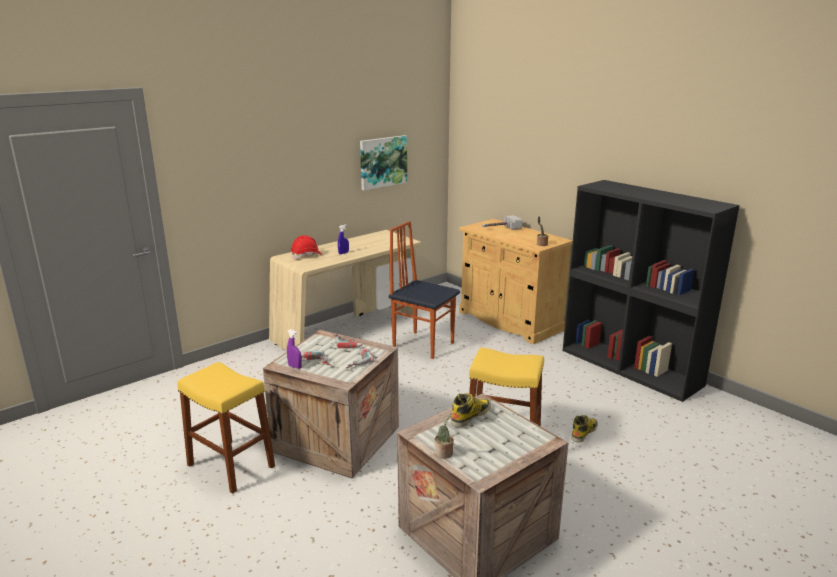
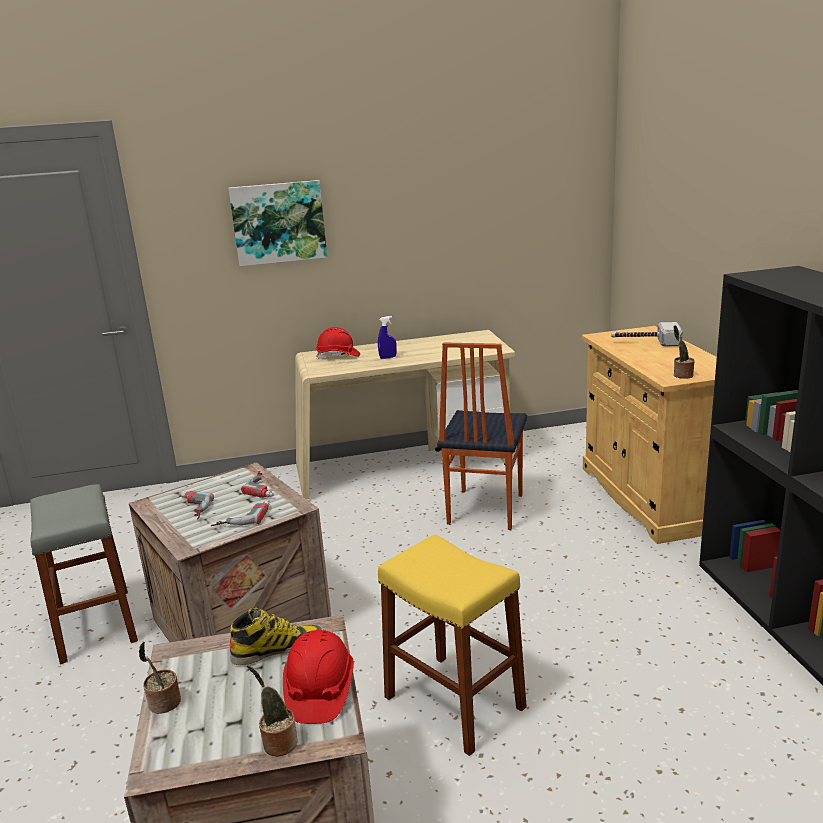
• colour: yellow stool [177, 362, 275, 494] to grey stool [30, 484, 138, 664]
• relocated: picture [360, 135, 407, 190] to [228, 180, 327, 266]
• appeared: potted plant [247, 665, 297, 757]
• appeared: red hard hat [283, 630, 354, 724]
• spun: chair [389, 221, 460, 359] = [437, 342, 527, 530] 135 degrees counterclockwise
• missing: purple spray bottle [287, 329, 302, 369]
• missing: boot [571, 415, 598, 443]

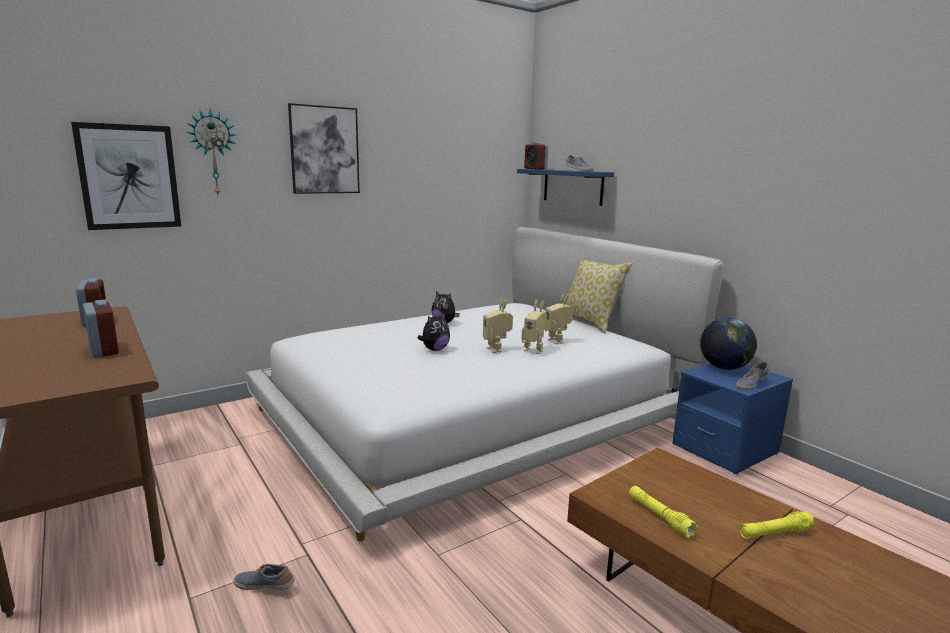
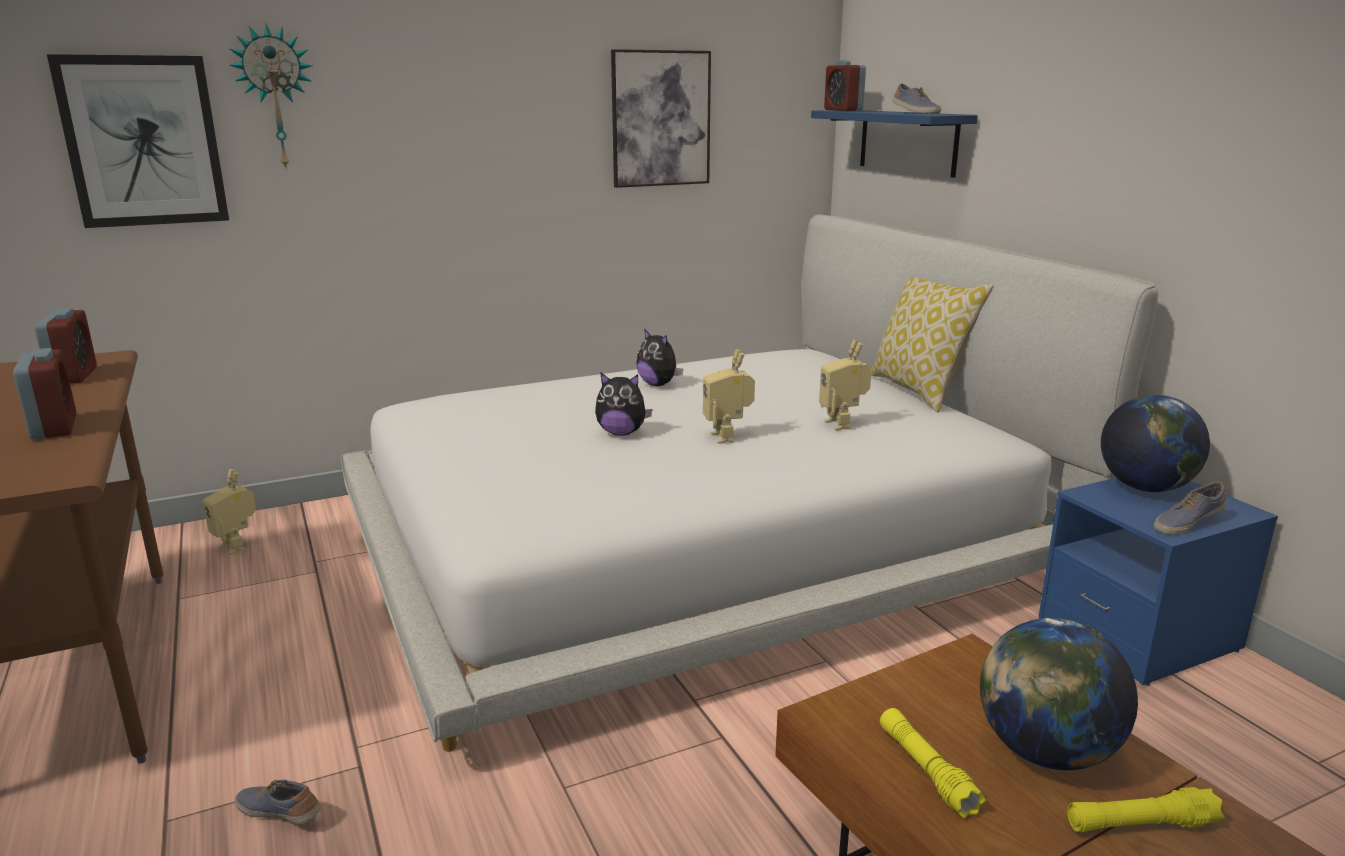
• relocated: toy robot [521, 299, 547, 354] to [203, 469, 256, 555]
• spun: plush toy [418, 313, 450, 351] = [595, 372, 653, 436] 45 degrees clockwise
• relocated: picture [288, 103, 360, 194] to [611, 49, 711, 188]
• appeared: globe [980, 618, 1138, 770]

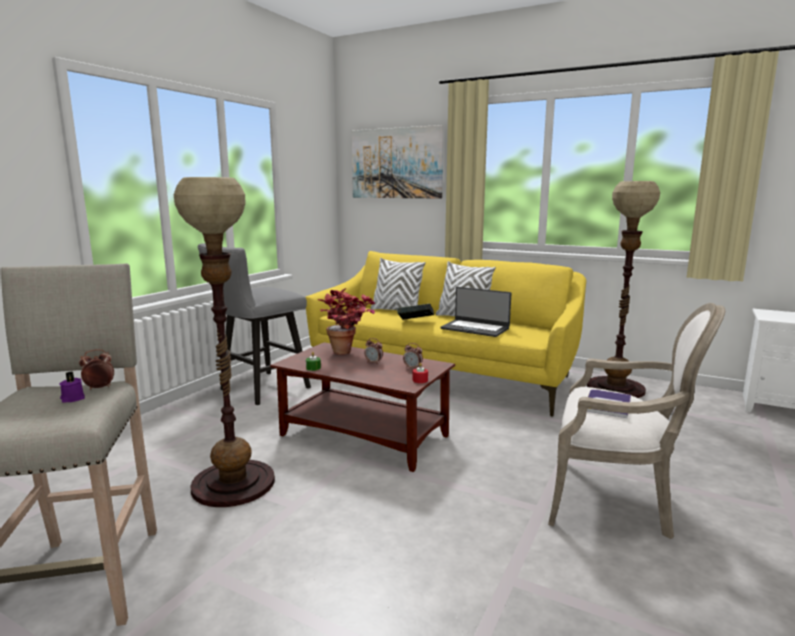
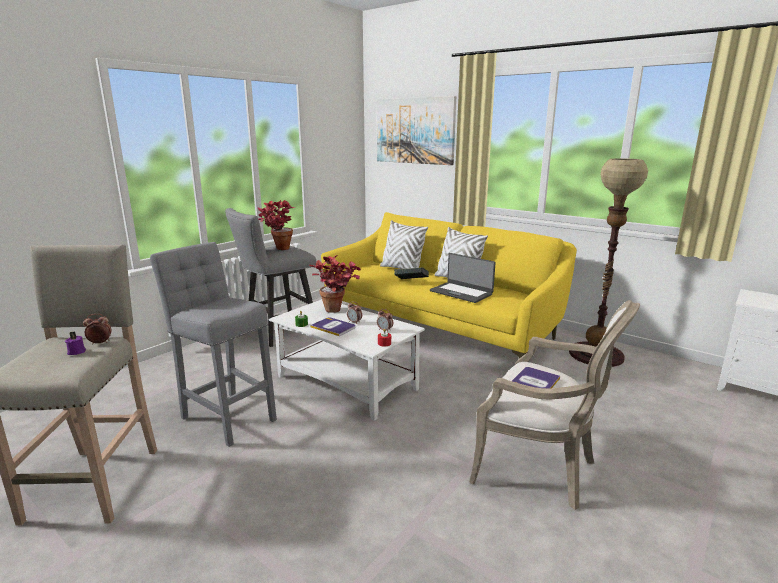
• exchanged: floor lamp [174, 177, 275, 507] to grey stool [150, 242, 277, 447]
• appeared: potted plant [258, 200, 295, 250]
• colour: brown coffee table [270, 342, 455, 472] to white coffee table [269, 299, 425, 421]
• appeared: book [310, 317, 356, 336]

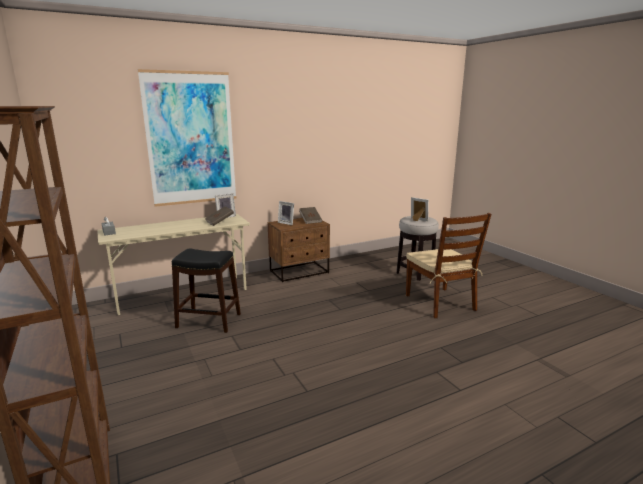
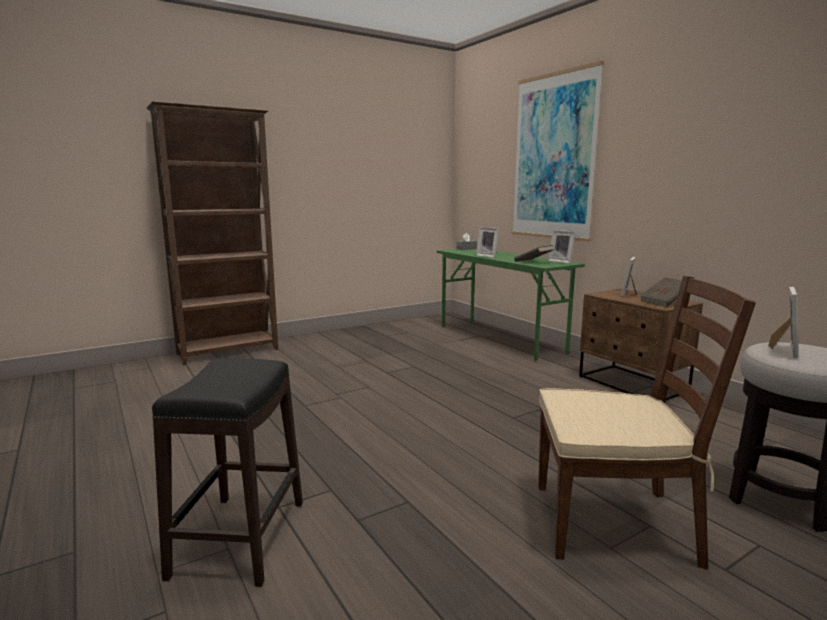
• relocated: black stool [172, 248, 241, 333] to [152, 359, 303, 587]
• colour: beige desk [97, 214, 250, 315] to green desk [437, 249, 585, 361]
• appeared: picture frame [476, 227, 499, 258]
• spun: brown chair [406, 213, 491, 318] = [538, 276, 756, 570] 150 degrees counterclockwise

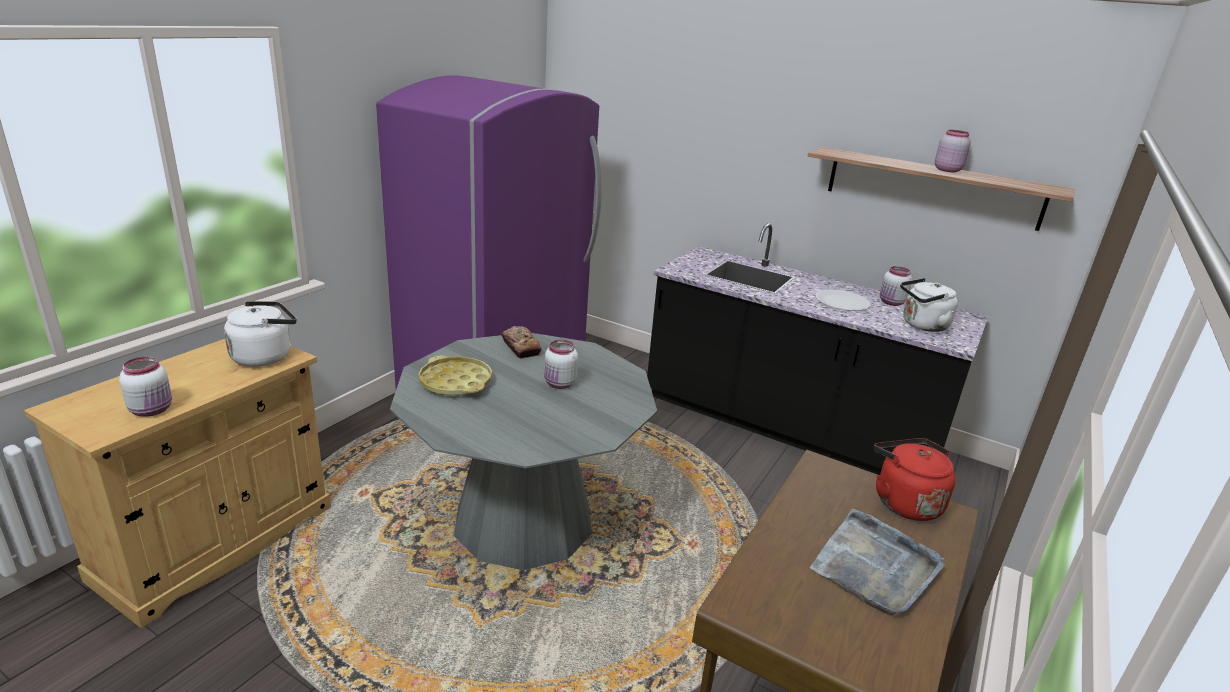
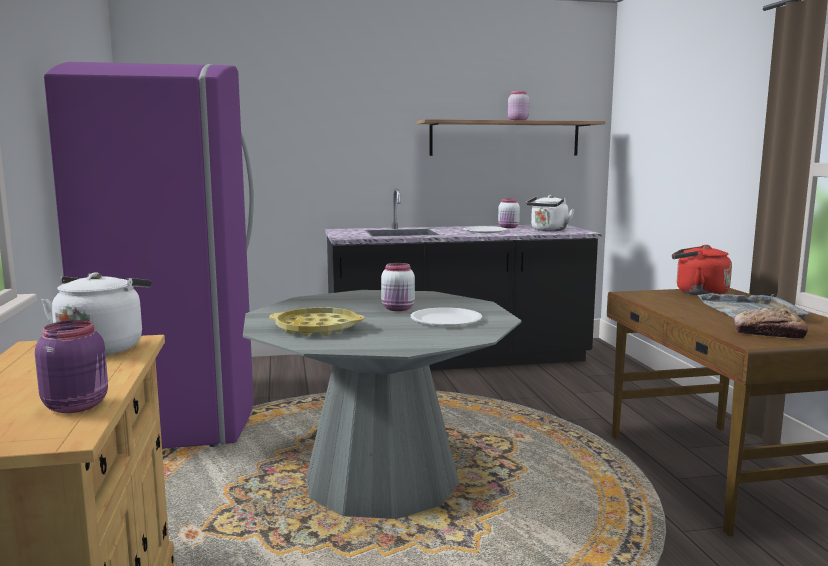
• colour: white jar [119, 357, 172, 417] to purple jar [35, 320, 108, 413]
• appeared: white plate [411, 307, 483, 326]
• relocated: bread [501, 326, 541, 359] to [734, 308, 808, 339]

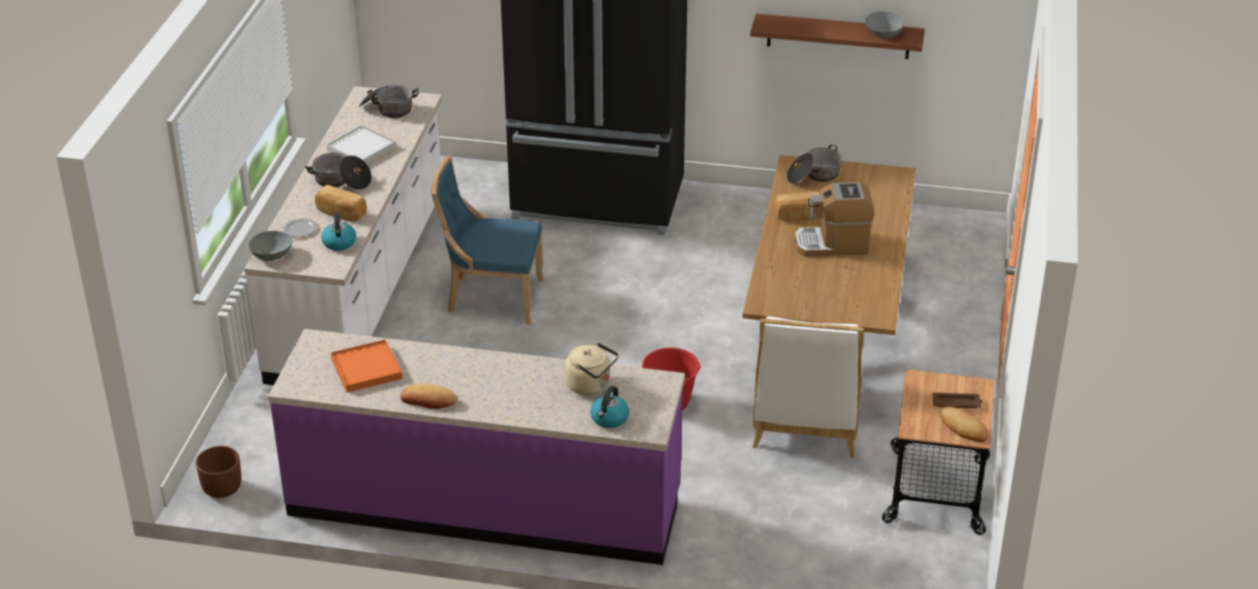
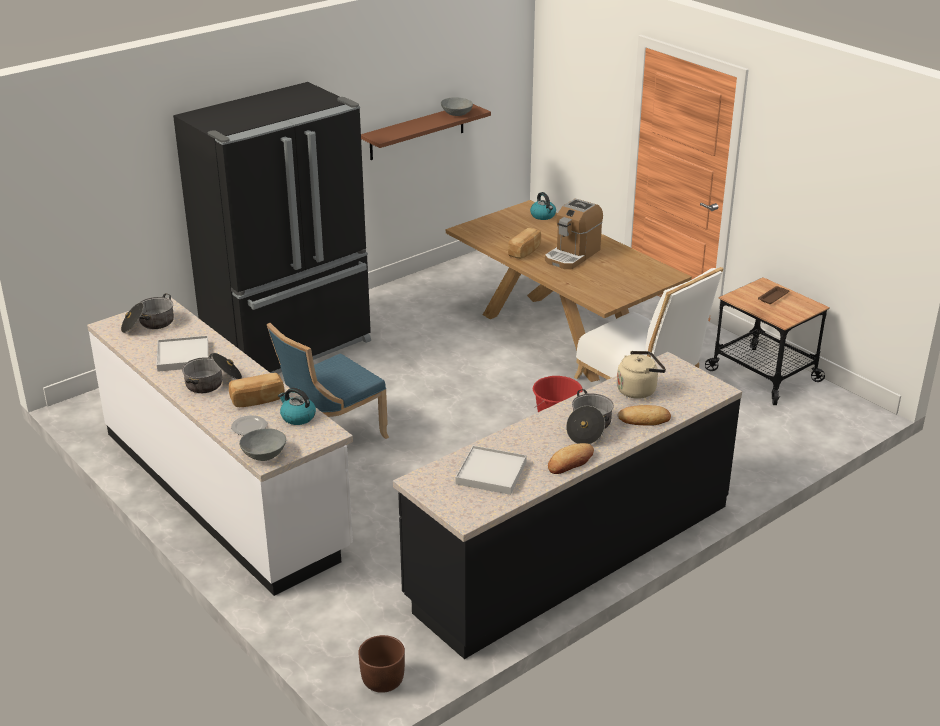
• colour: purple counter [268, 329, 685, 565] to black counter [393, 352, 742, 659]
• colour: orange tray [331, 340, 402, 392] to white tray [455, 446, 527, 495]
• relocated: kettle [590, 386, 629, 428] to [530, 192, 556, 220]
• relocated: cooking pot [787, 145, 842, 183] to [566, 389, 614, 444]
• relocated: bread [939, 407, 989, 442] to [618, 405, 671, 426]

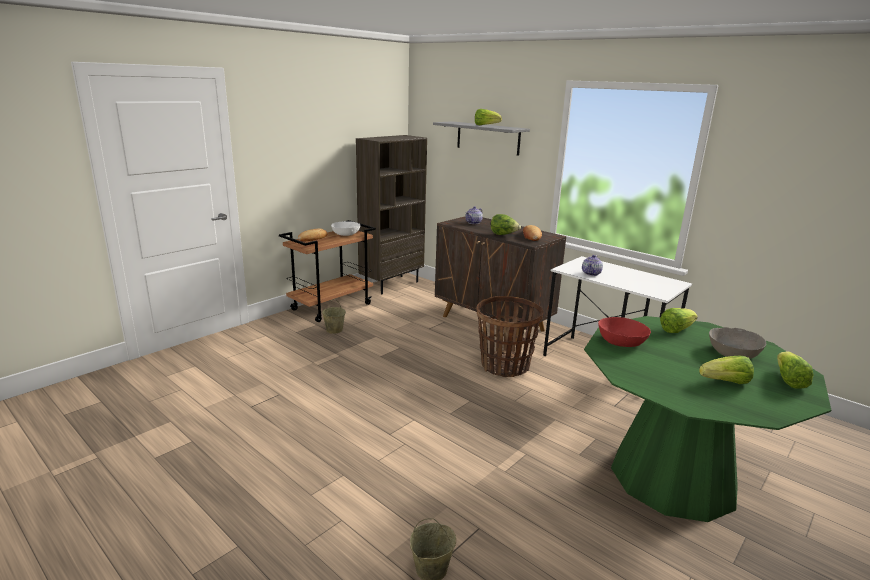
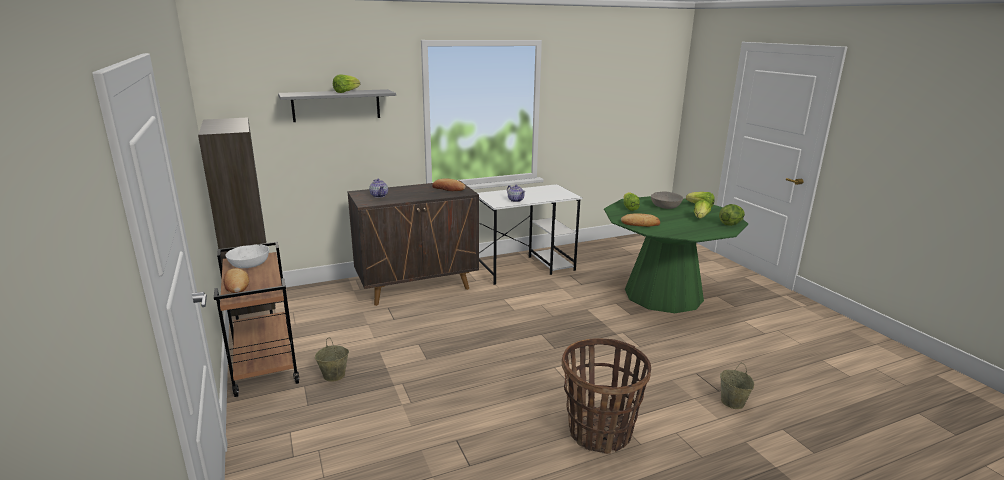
• relocated: basket [477, 296, 543, 377] to [562, 338, 651, 454]
• exchanged: red bowl [598, 317, 651, 347] to bread [621, 213, 660, 227]
• relocated: lettuce [491, 214, 521, 235] to [719, 204, 745, 226]

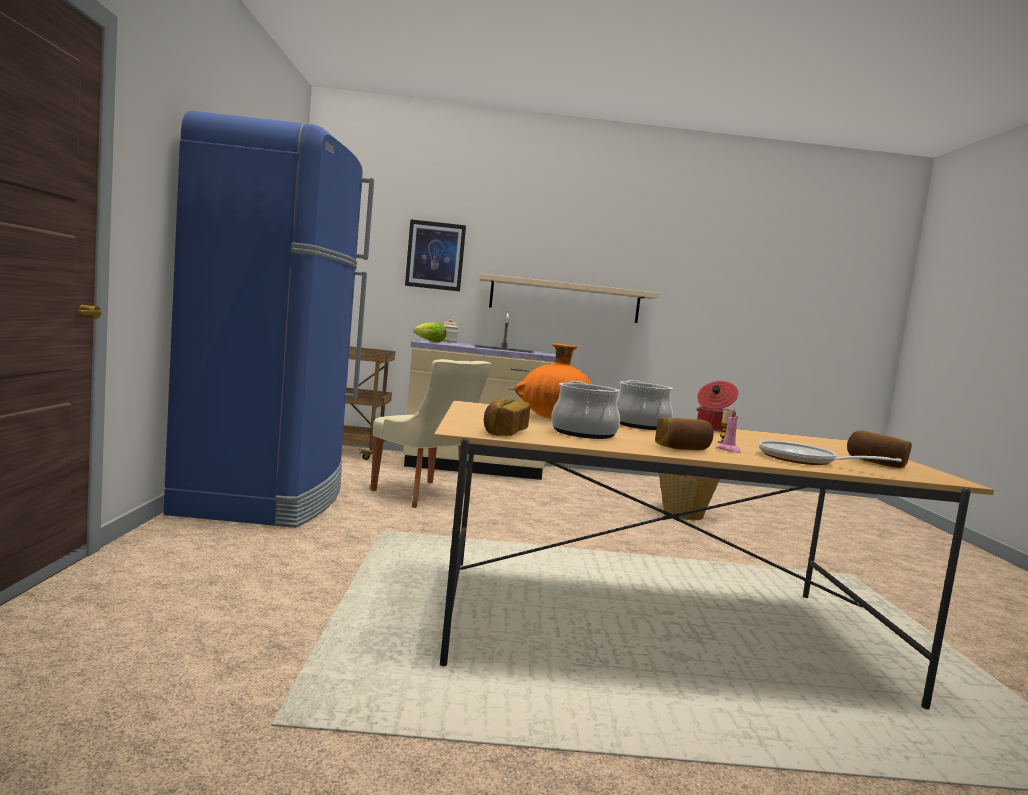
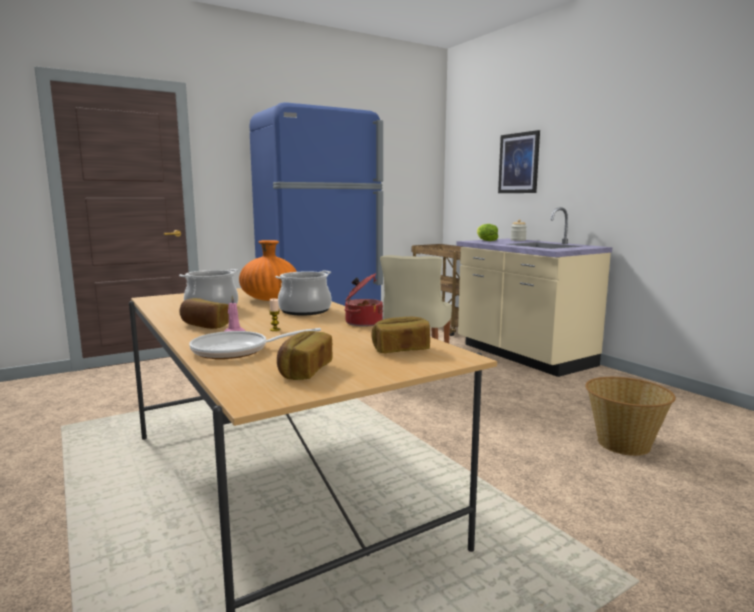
• spun: frying pan [759, 440, 902, 465] = [189, 328, 321, 359] 105 degrees counterclockwise
• relocated: bread [484, 398, 530, 436] to [372, 317, 430, 353]
• missing: beige shelf [479, 273, 658, 323]

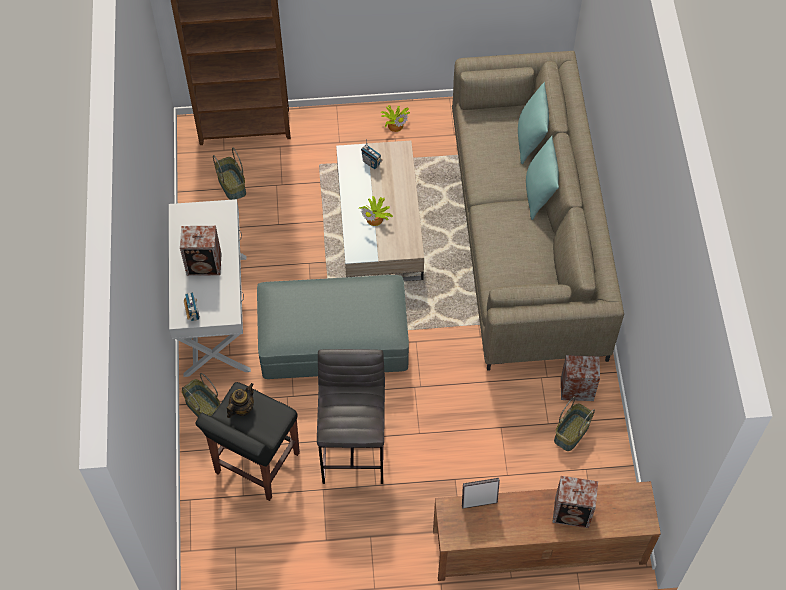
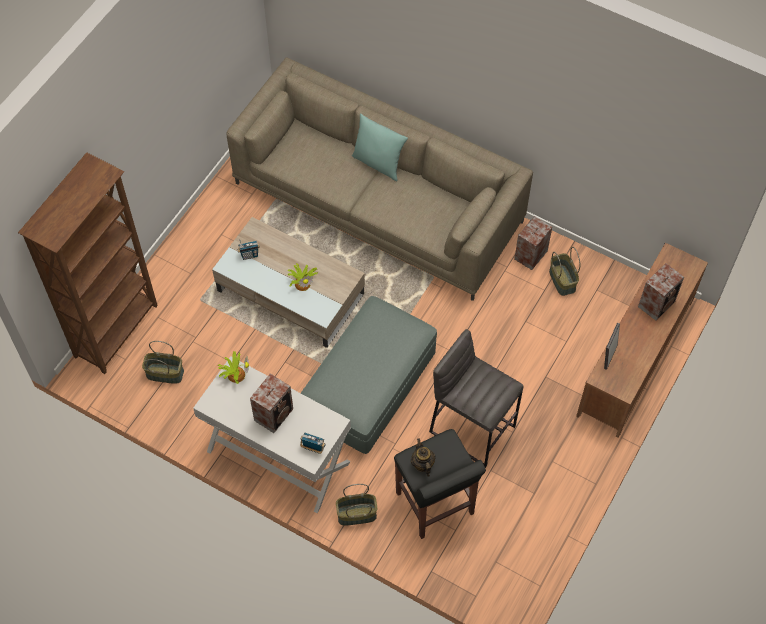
• relocated: potted plant [380, 105, 411, 132] to [218, 351, 249, 384]
• missing: turquoise pillow [518, 82, 549, 164]

